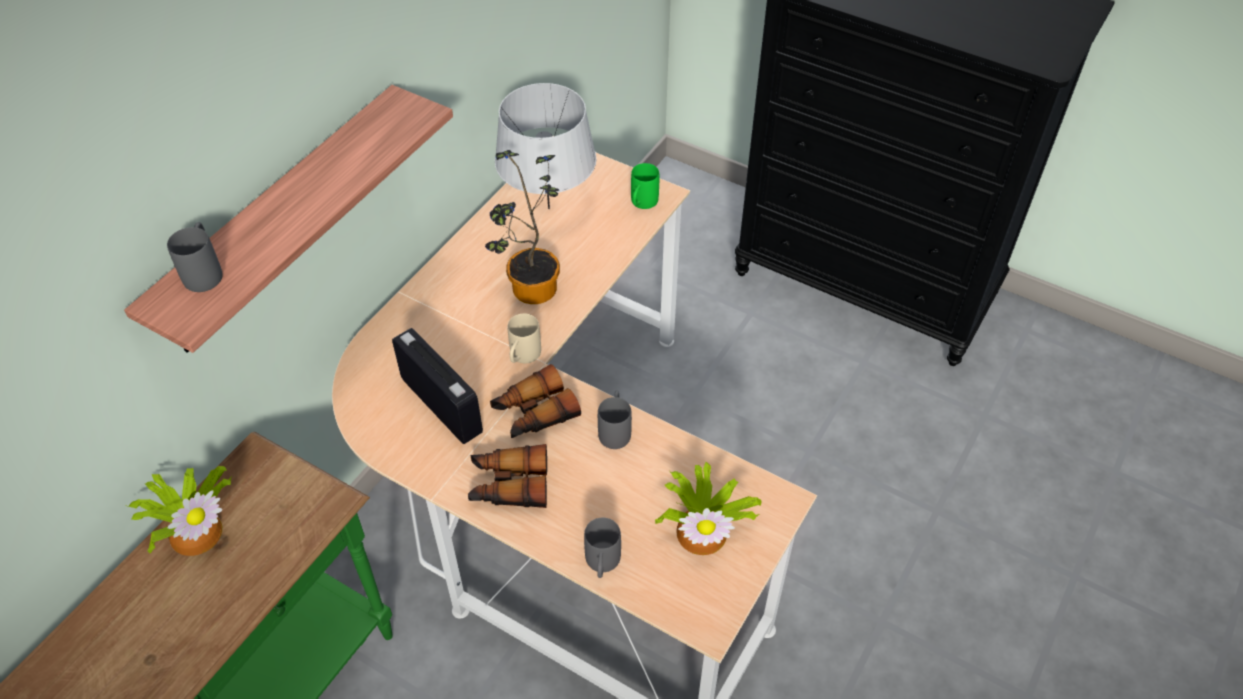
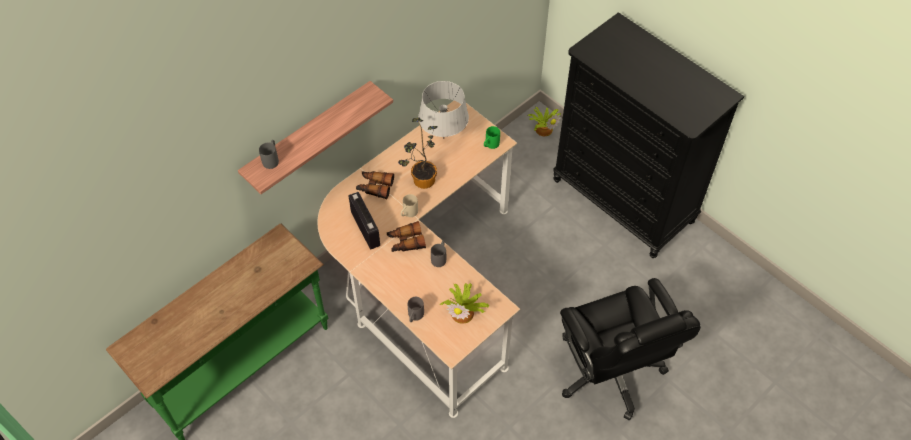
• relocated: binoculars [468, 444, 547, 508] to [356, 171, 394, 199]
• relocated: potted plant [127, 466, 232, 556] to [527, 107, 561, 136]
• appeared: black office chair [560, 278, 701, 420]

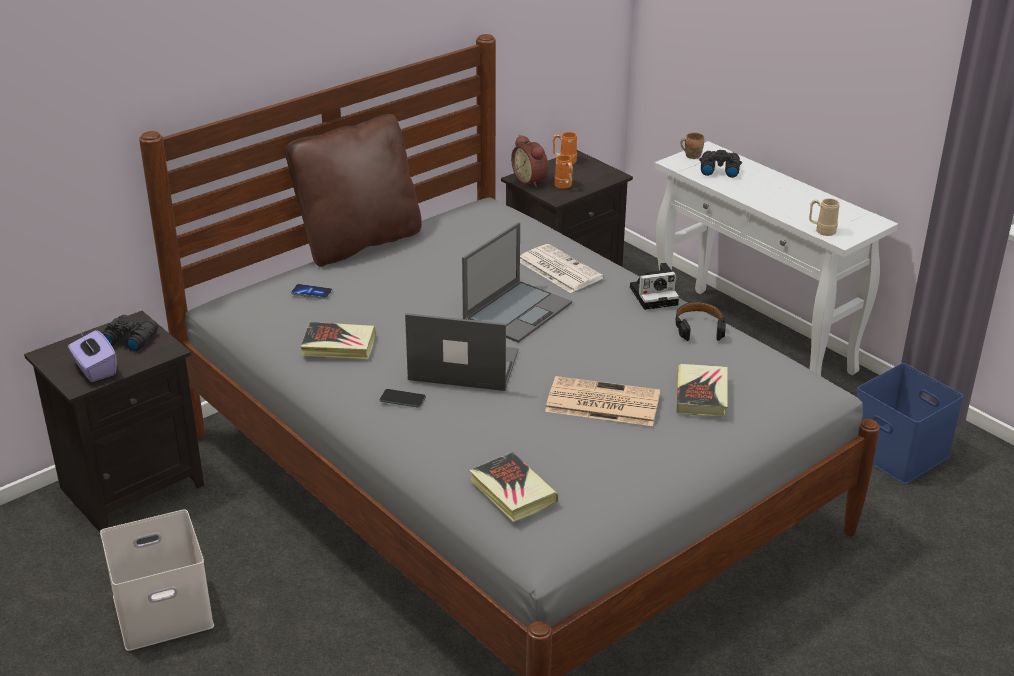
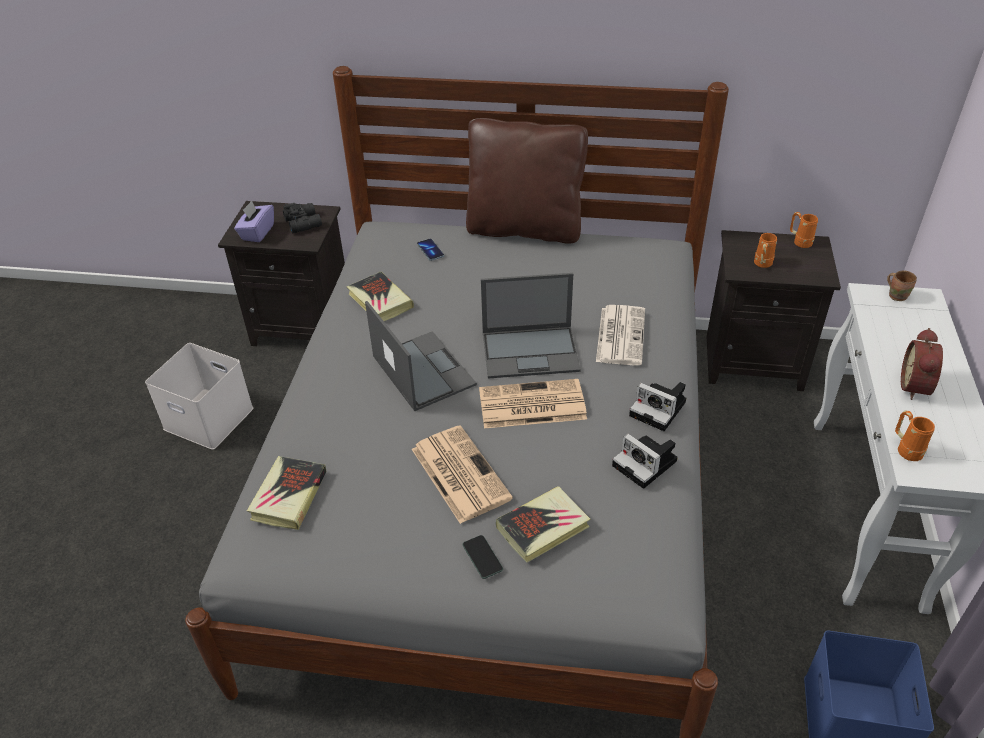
• relocated: phone [380, 389, 426, 408] to [463, 535, 503, 579]
• appeared: newspaper [479, 379, 587, 428]
• exchanged: black headphones [675, 302, 726, 341] to photo camera [612, 434, 678, 489]
• colour: beige mug [809, 198, 840, 236] to orange mug [895, 411, 935, 461]
• relocated: alarm clock [511, 135, 548, 188] to [901, 328, 943, 400]
• missing: black binoculars [699, 150, 742, 178]

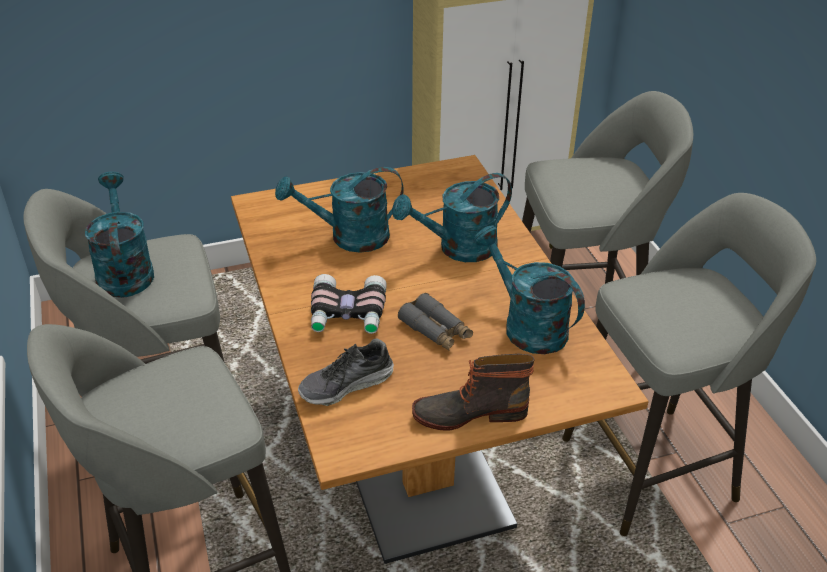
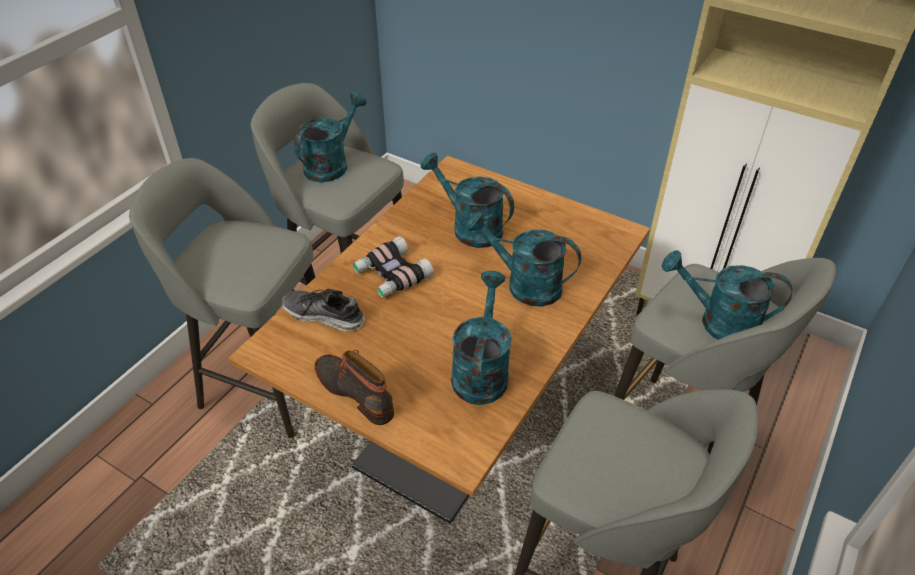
• appeared: turquoise watering can [662, 250, 792, 340]
• missing: grey binoculars [398, 293, 473, 351]

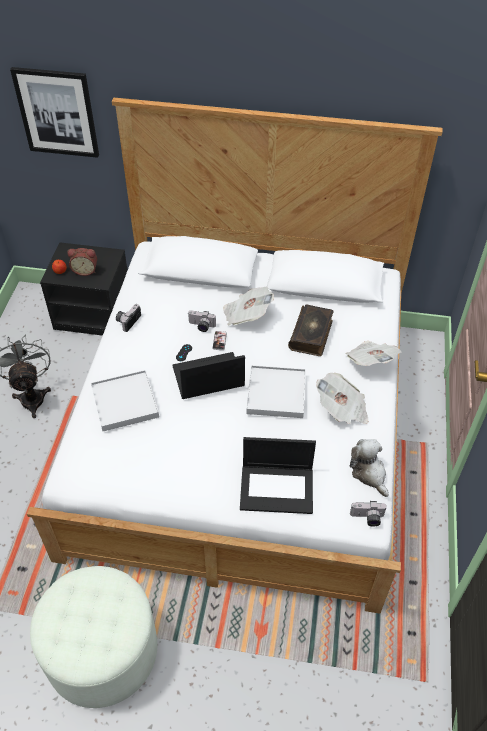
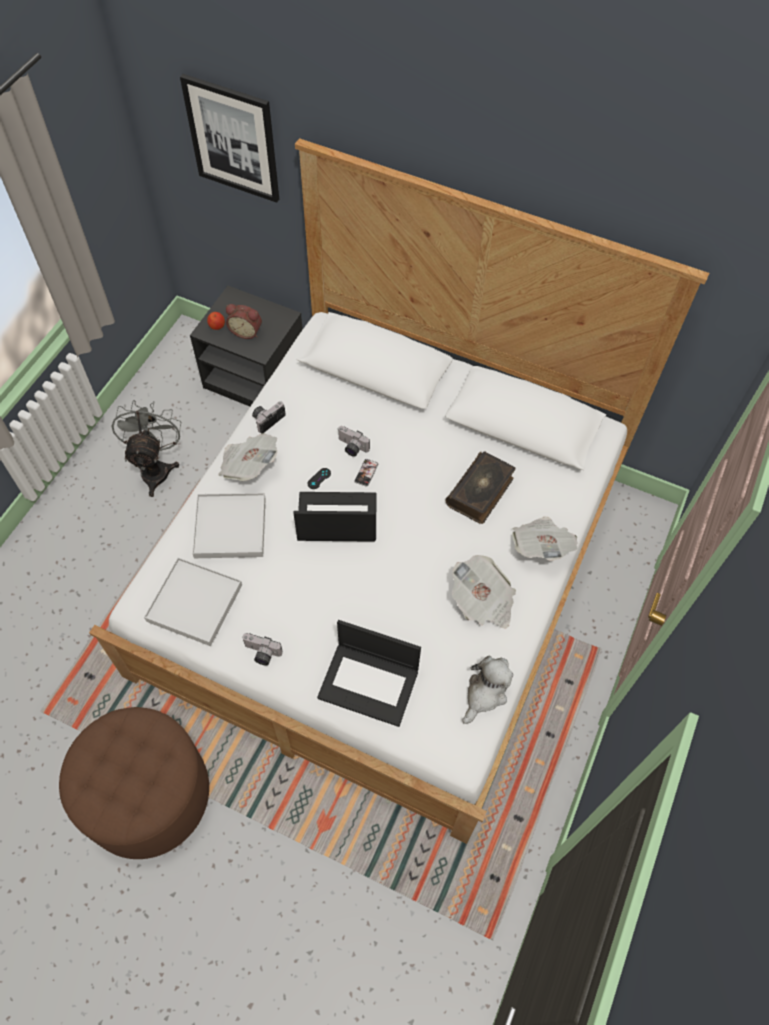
• colour: white ottoman [30, 566, 157, 708] to brown ottoman [59, 707, 209, 859]
• relocated: white tray [246, 365, 306, 418] to [144, 558, 242, 646]
• relocated: newspaper [223, 287, 274, 325] to [218, 433, 277, 481]
• relocated: photo camera [350, 501, 387, 527] to [242, 633, 282, 666]
• spun: plush toy [350, 439, 389, 497] = [462, 656, 513, 724] 45 degrees clockwise

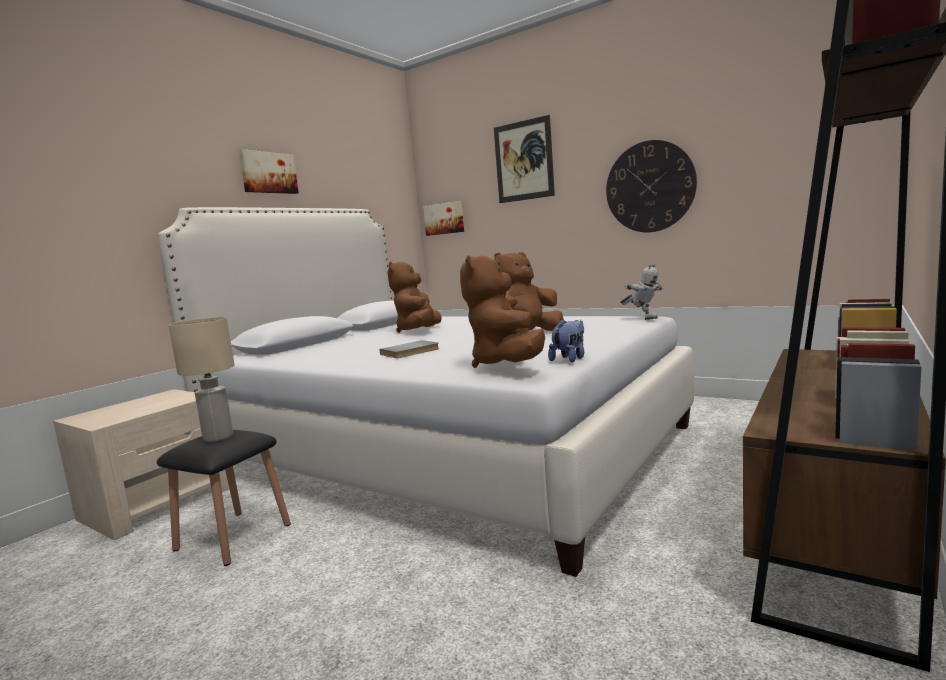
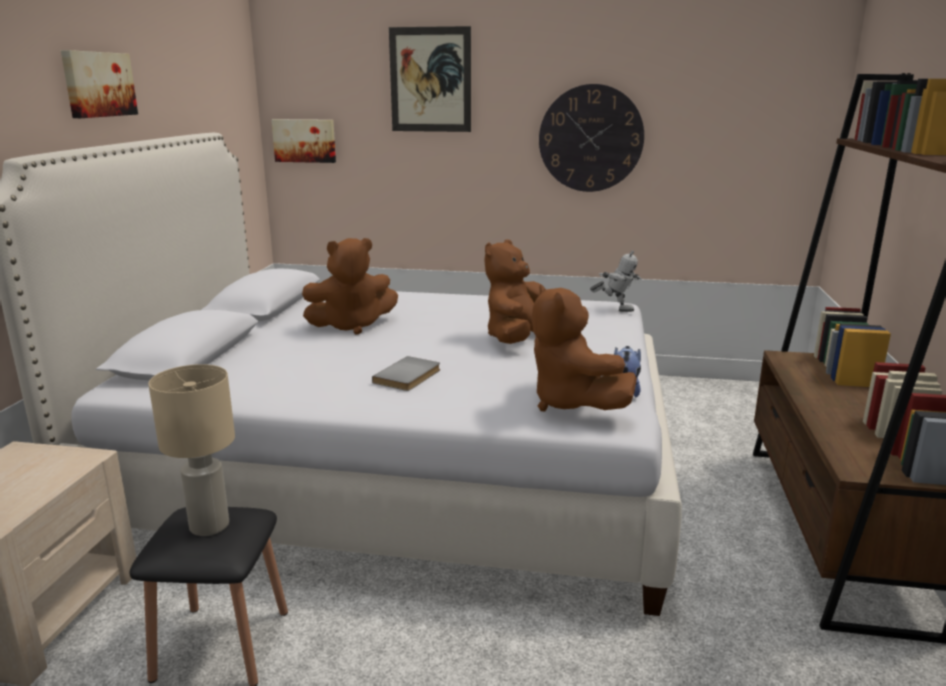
• spun: brown plush toy [387, 261, 442, 333] = [302, 238, 398, 335] 90 degrees counterclockwise

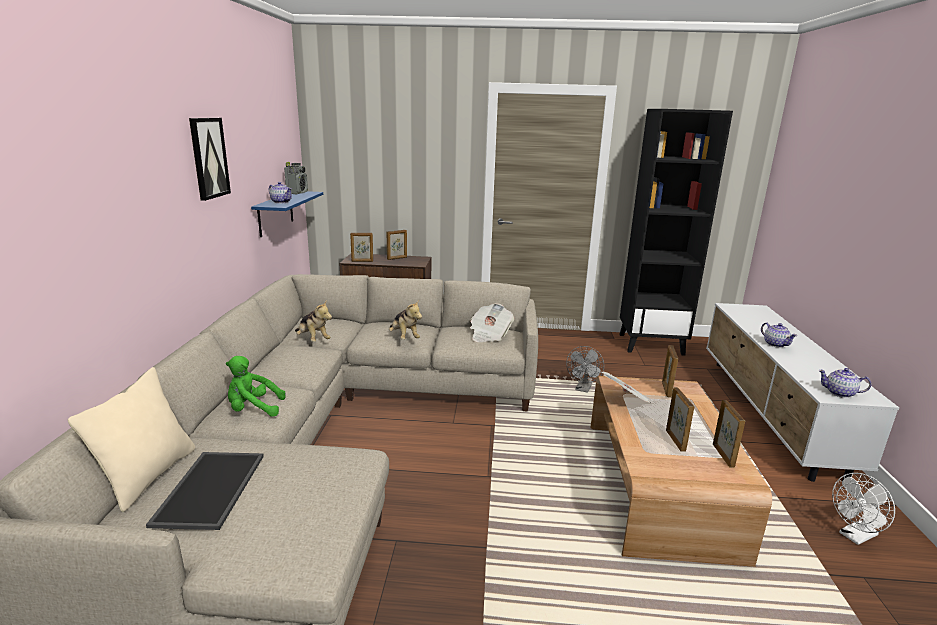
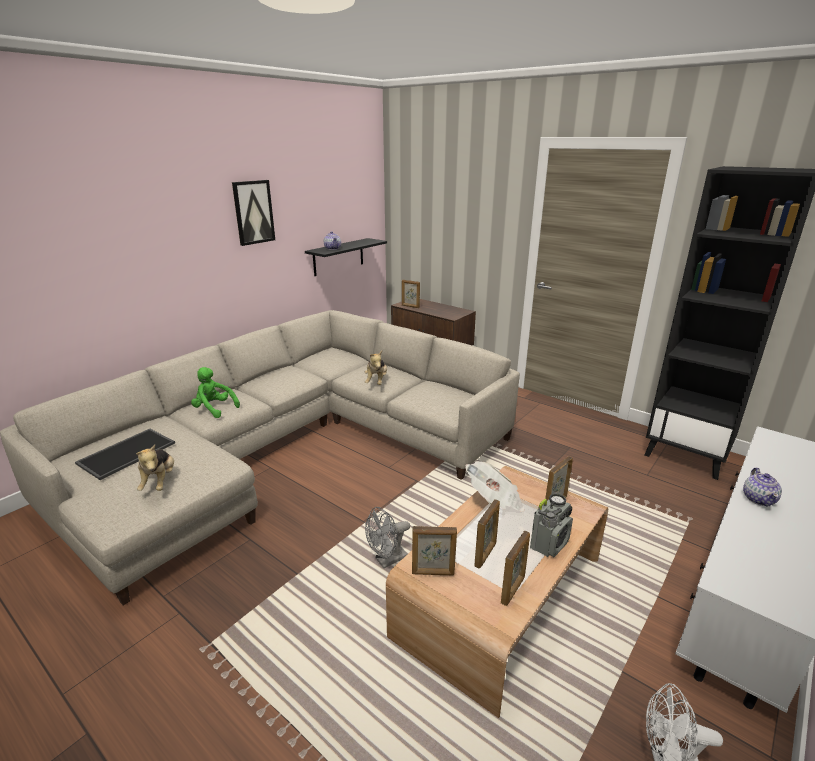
• relocated: plush toy [295, 302, 332, 342] to [136, 444, 174, 491]
• colour: blue shelf [251, 191, 323, 237] to black shelf [305, 238, 387, 276]
• relocated: grey fan [566, 346, 604, 393] to [365, 507, 410, 568]
• relocated: picture frame [386, 230, 407, 260] to [412, 526, 457, 575]
• relocated: radio [284, 162, 308, 195] to [530, 493, 573, 557]
• missing: beige pillow [68, 367, 195, 512]
• missing: newspaper [470, 303, 514, 342]
• missing: teapot [818, 368, 871, 398]

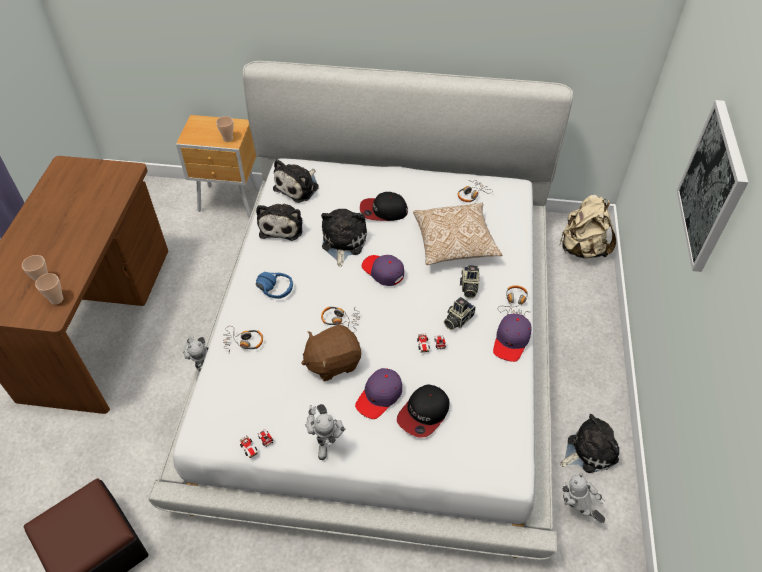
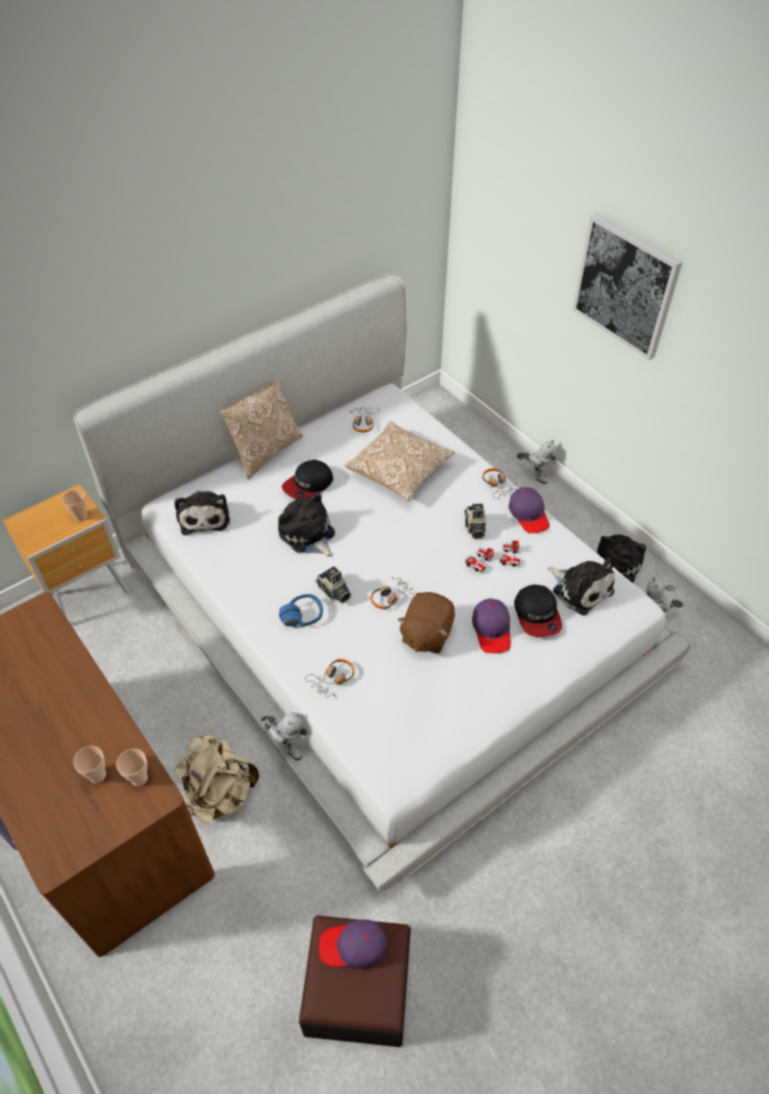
• relocated: beige backpack [559, 194, 616, 259] to [176, 734, 259, 823]
• appeared: pillow [220, 380, 303, 479]
• relocated: photo camera [460, 265, 480, 298] to [315, 566, 351, 603]
• relocated: purple cap [362, 255, 404, 286] to [319, 919, 386, 969]
• relocated: toy car [240, 429, 273, 458] to [500, 540, 520, 567]
• relocated: toy robot [305, 404, 346, 460] to [517, 440, 557, 484]
• relocated: plush toy [256, 203, 302, 241] to [548, 558, 615, 615]

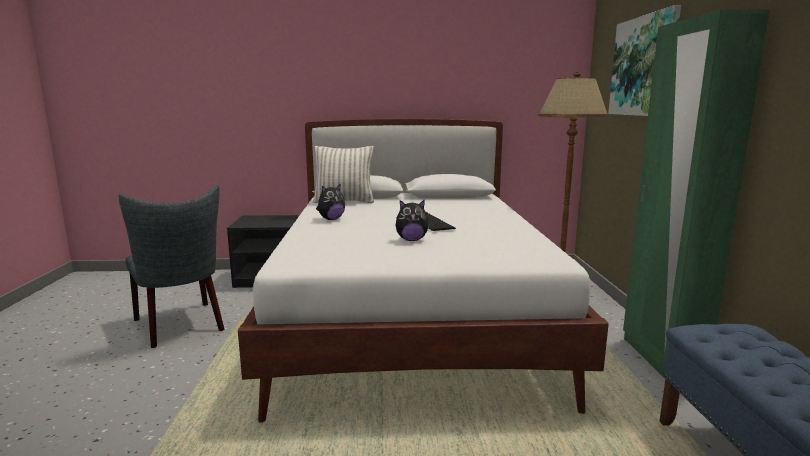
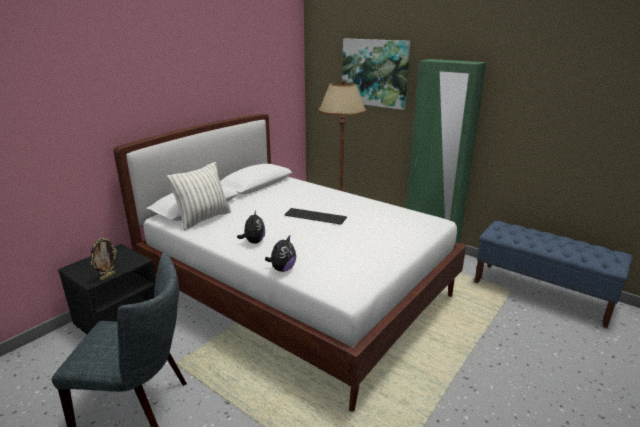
• appeared: picture frame [90, 238, 117, 280]
• relocated: plush toy [395, 200, 430, 241] to [265, 236, 296, 272]

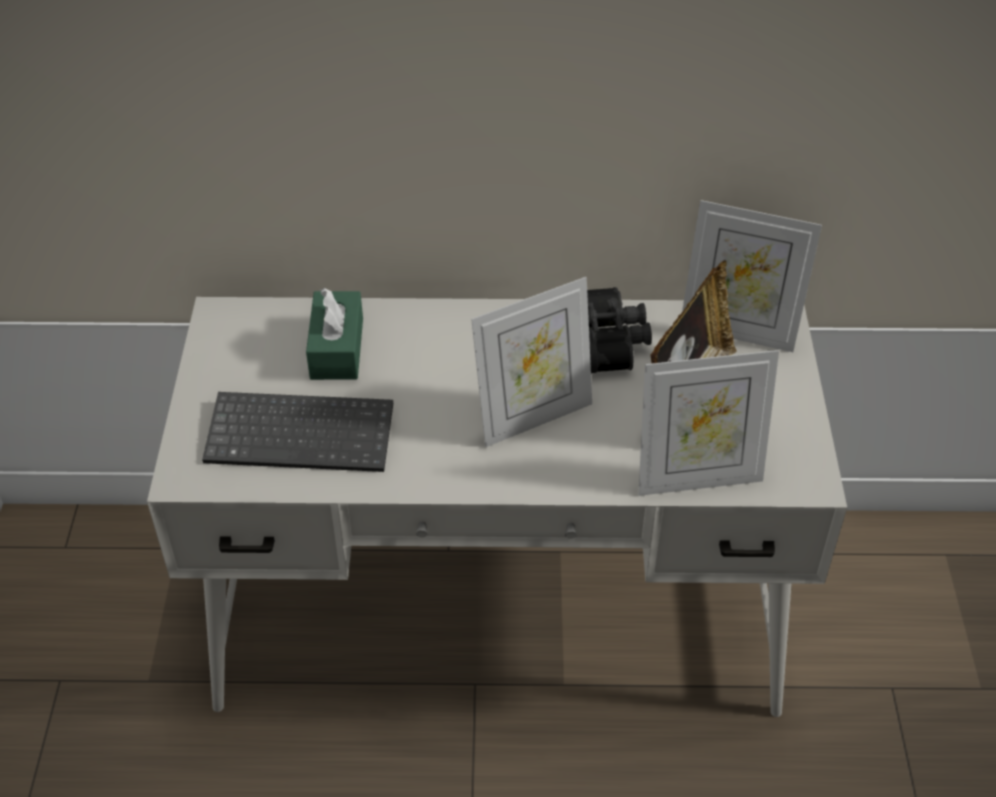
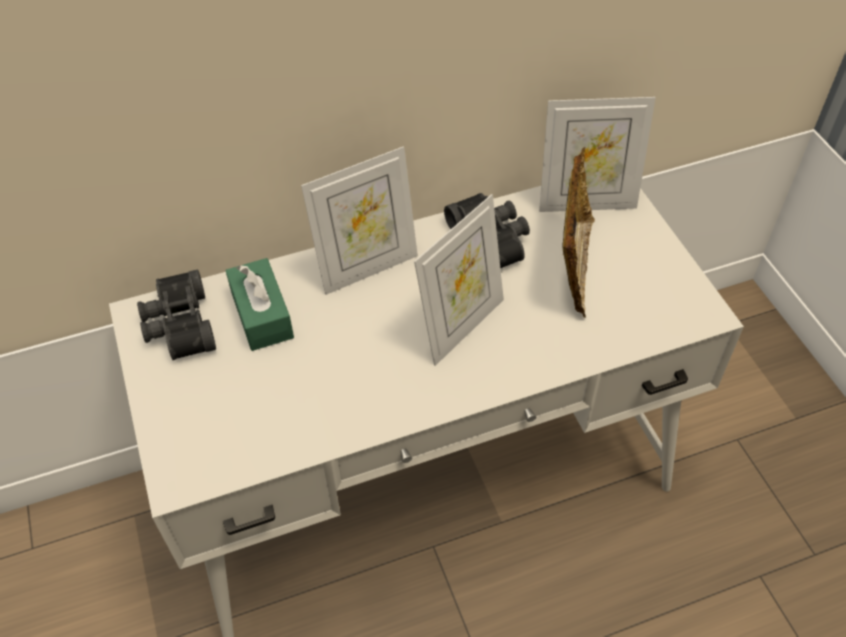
• appeared: black binoculars [137, 270, 216, 360]
• relocated: picture frame [638, 350, 779, 496] to [301, 146, 418, 295]
• missing: keyboard [202, 392, 393, 472]

